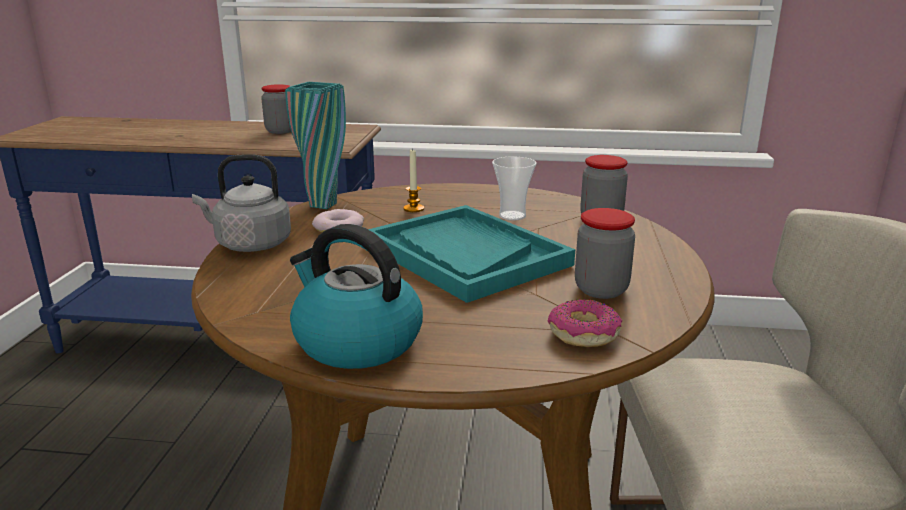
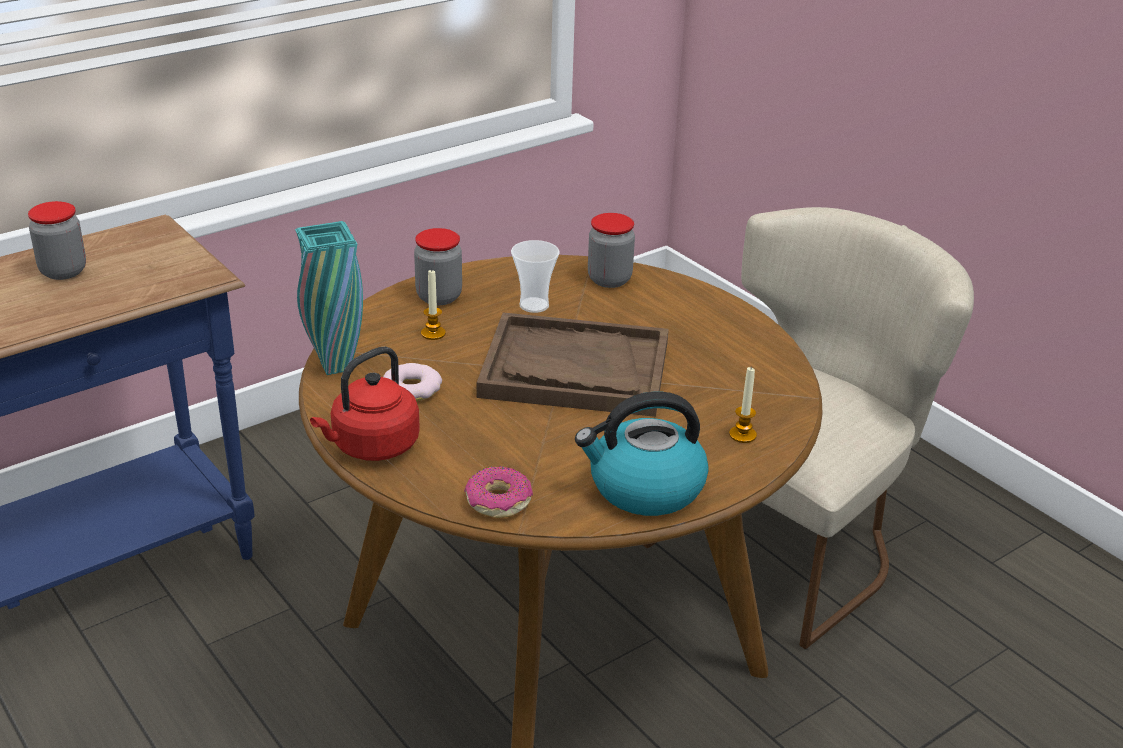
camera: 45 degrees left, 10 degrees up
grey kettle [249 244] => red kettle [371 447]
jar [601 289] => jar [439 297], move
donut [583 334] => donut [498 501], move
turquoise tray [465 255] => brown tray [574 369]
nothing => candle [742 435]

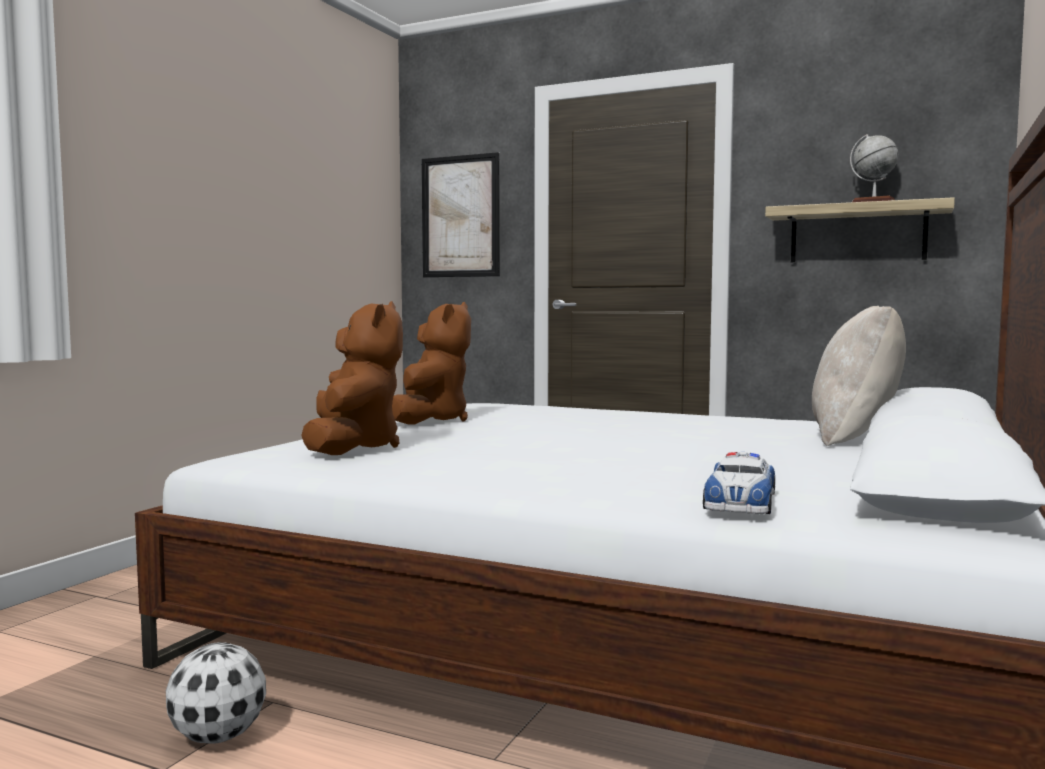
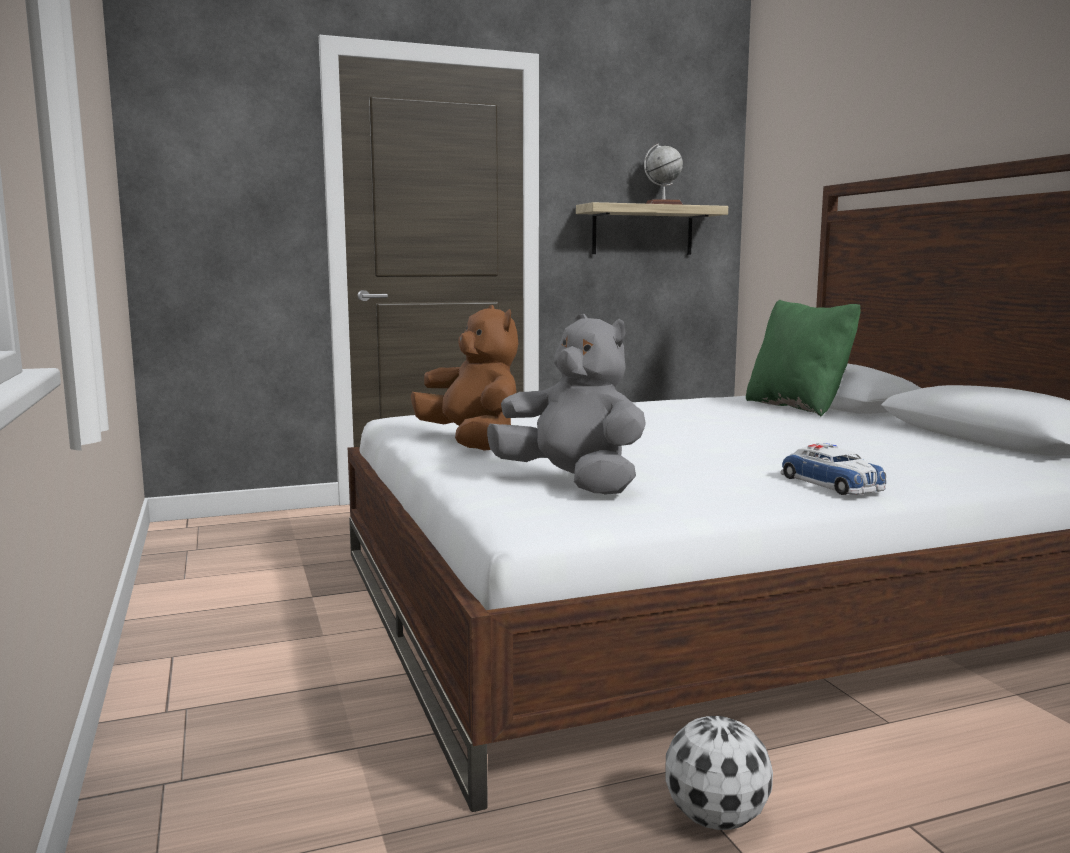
camera: 45 degrees left, 5 degrees up
brown plush toy [352 448] => grey plush toy [572 484]
beige pillow [855 437] => green pillow [798 407]
toy car [740 501] => toy car [832 483], move
picture [460 216] => nothing

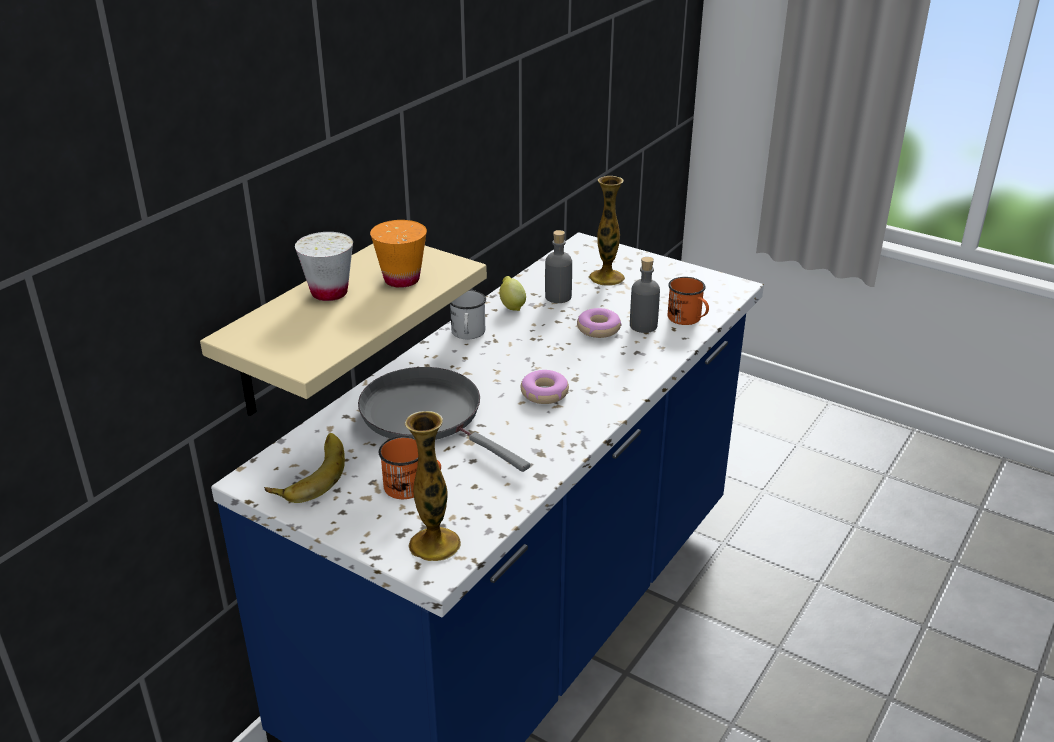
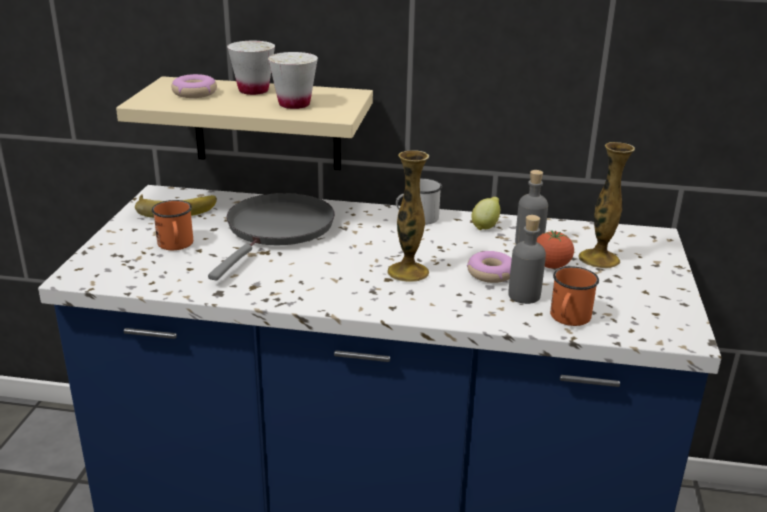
camera: 65 degrees right, 5 degrees down
donut [544 393] => donut [194 93], move
orange cup [402 280] => white cup [294 104]
vase [435 544] => vase [408 272], move
nothing => tomato [551 266]

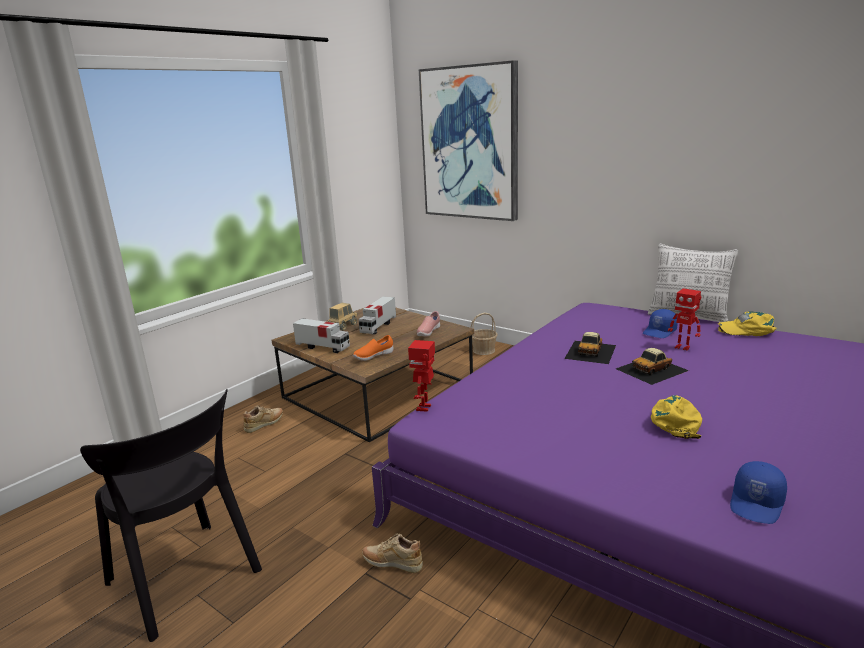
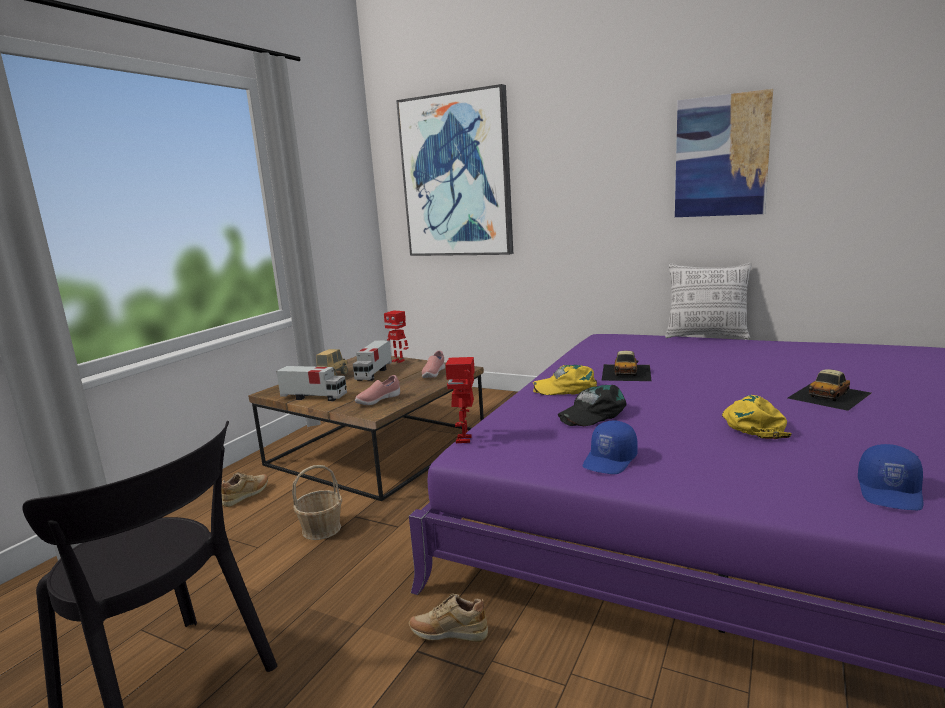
camera: 10 degrees left, 5 degrees down
basket [484 350] => basket [322 529], move
orange shoe [373 356] => pink shoe [378 401]
toy robot [682 347] => toy robot [398 361], move
yellow cap [747 330] => yellow cap [566 388], move
nothing => black cap [592 413]
blue cap [660 332] => blue cap [610 461], move
nothing => picture [721 156]
toy car [652 369] => toy car [830 395], move

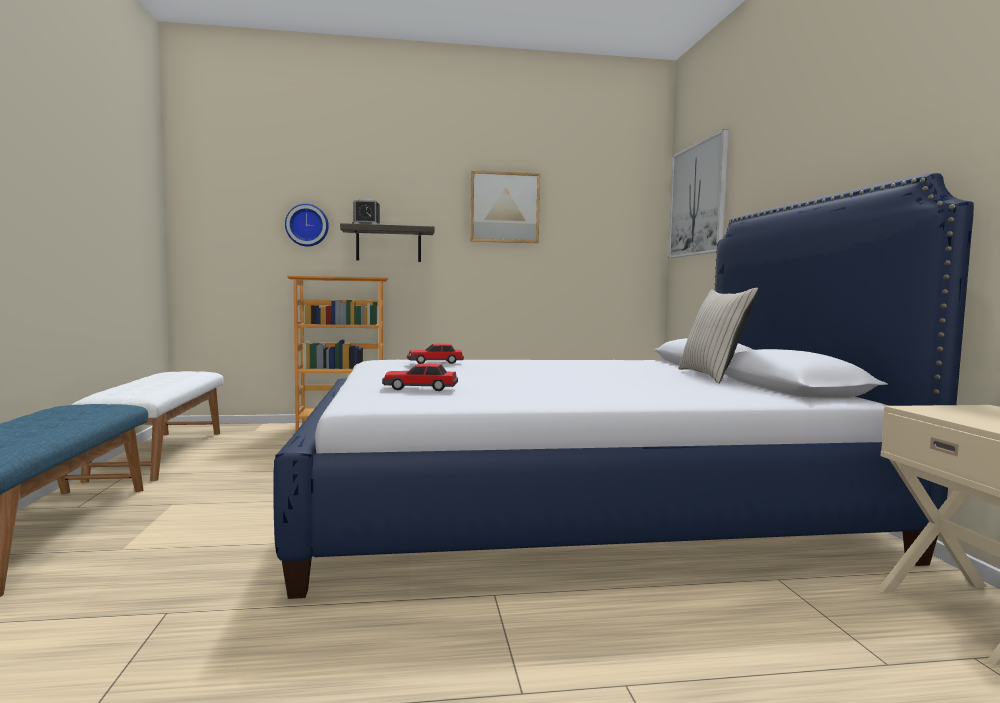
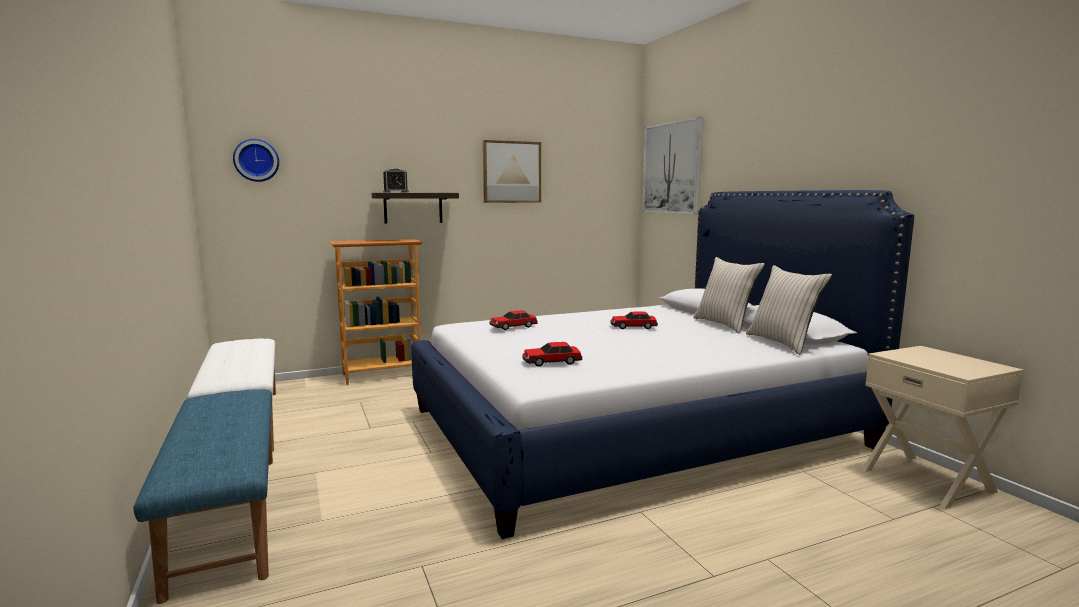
camera: 15 degrees left, 5 degrees up
wall clock [307 225] => wall clock [256 160], move
nothing => toy car [633 327]
nothing => beige pillow [782 343]

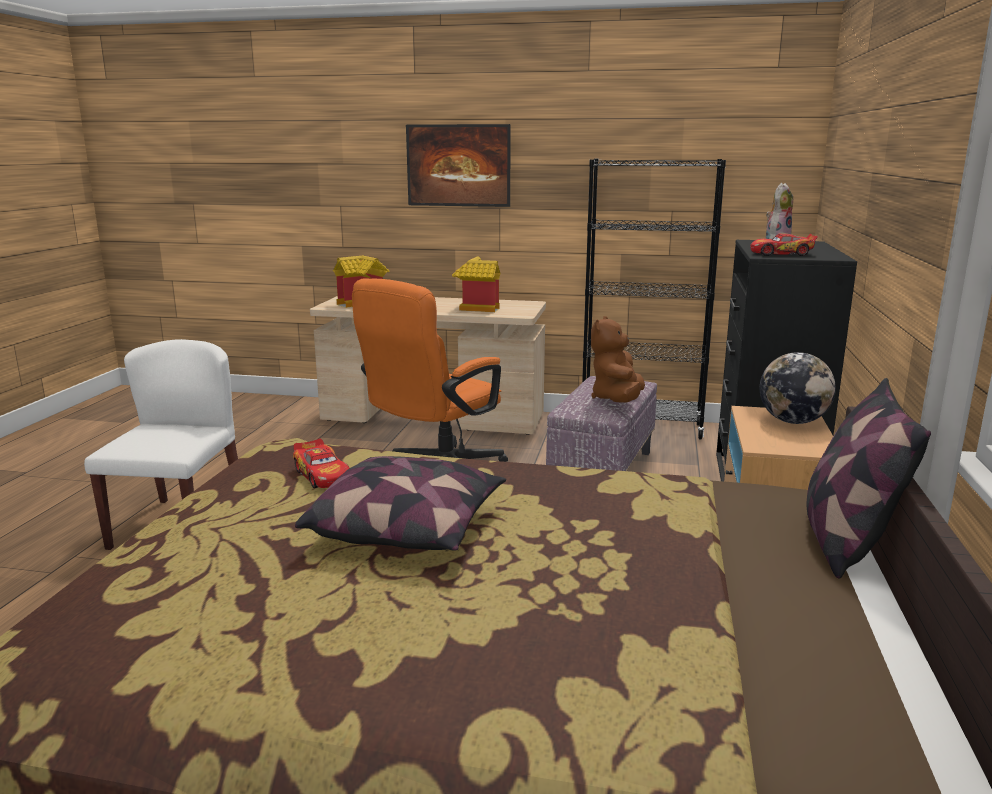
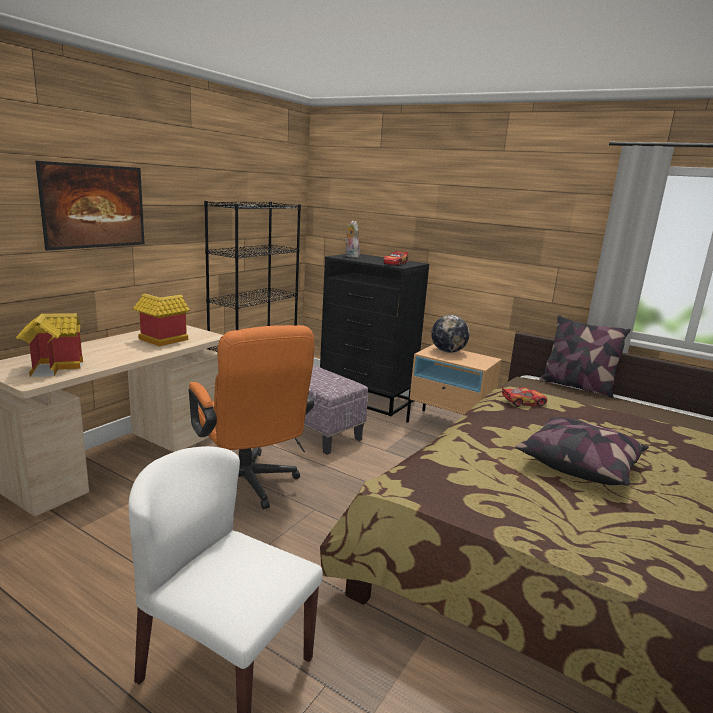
camera: 70 degrees left, 0 degrees up
toy car [322 475] => toy car [523 402], move
brown plush toy [617 400] => nothing

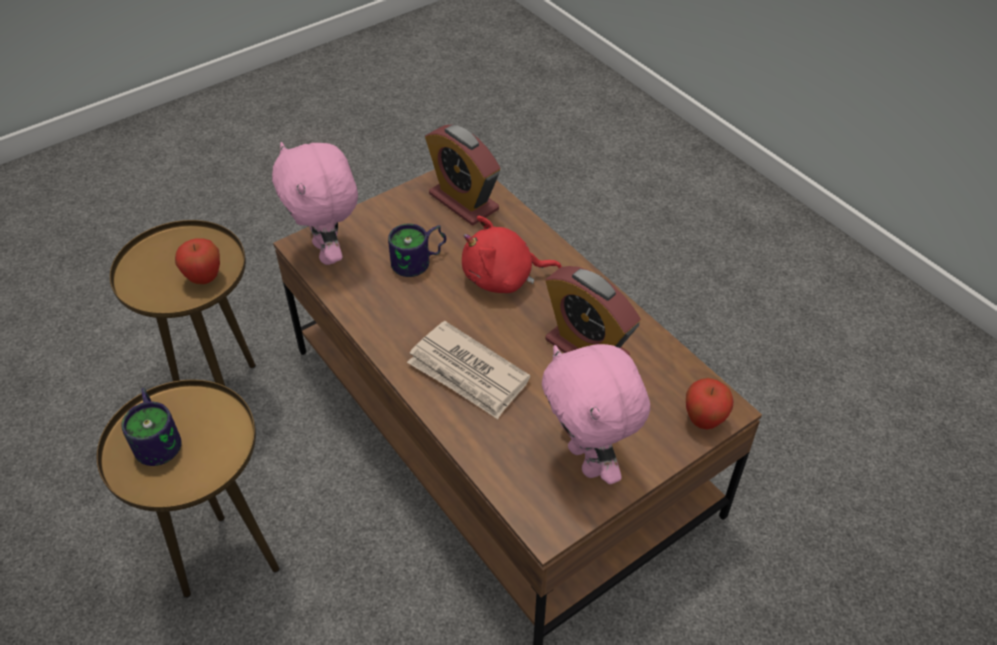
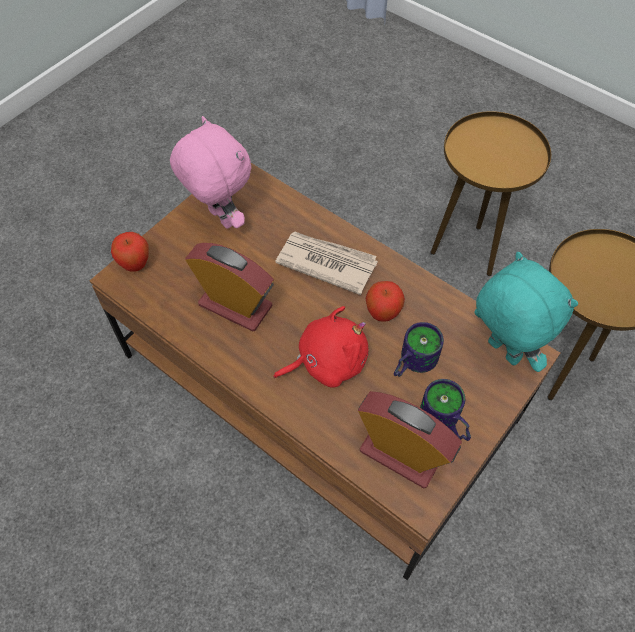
camera: 165 degrees right, 10 degrees up
apple [204 278] => apple [382 314], move
mug [160 437] => mug [443 422], move
pink plush toy [328 253] => turquoise plush toy [501 352]

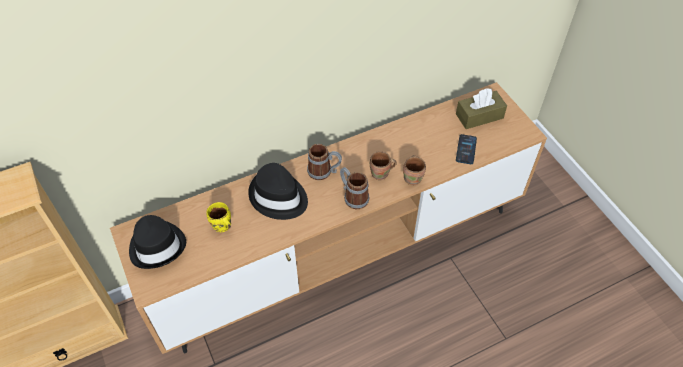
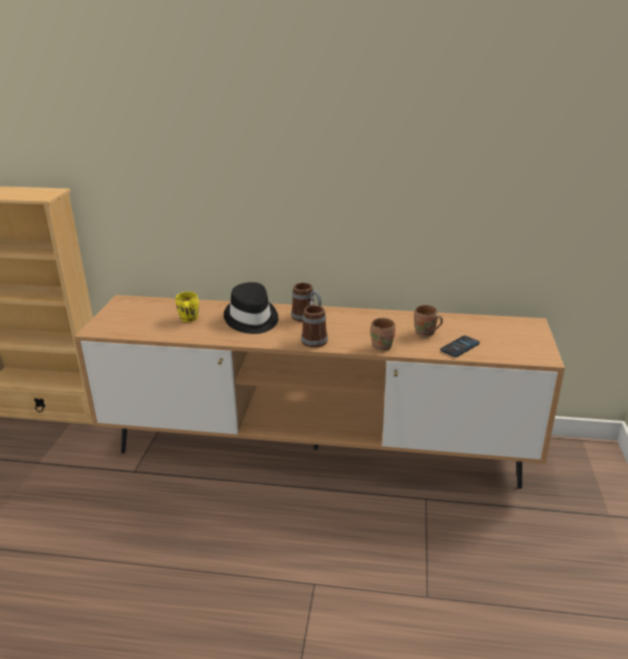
camera: 35 degrees right, 25 degrees down
brown mug [381 175] => brown mug [425 334], move
black hat [157 245] => nothing
brown tissue box [479 116] => nothing

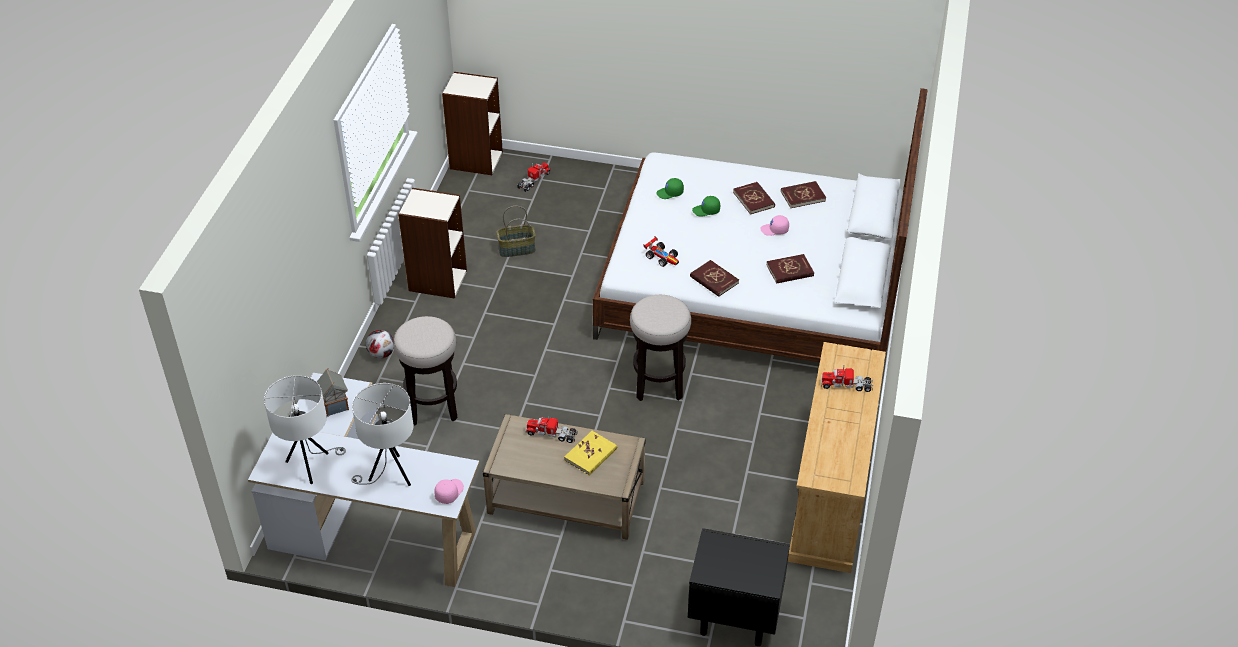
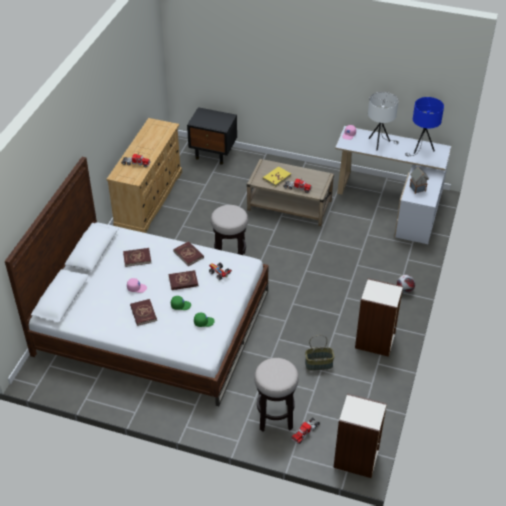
camera: 175 degrees left, 0 degrees up
red book [803 196] => red book [183 281], move
stool [433 406] => stool [275 417], move
white table lamp [311 465] => blue table lamp [421 149]

